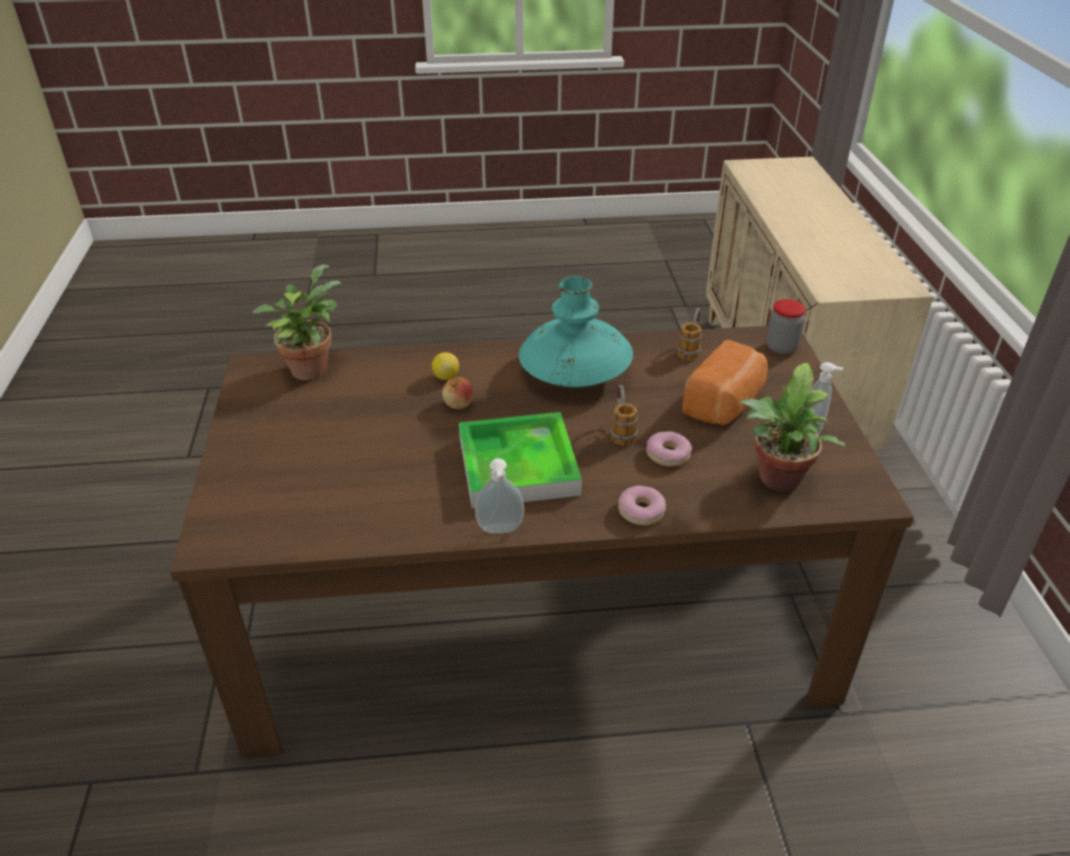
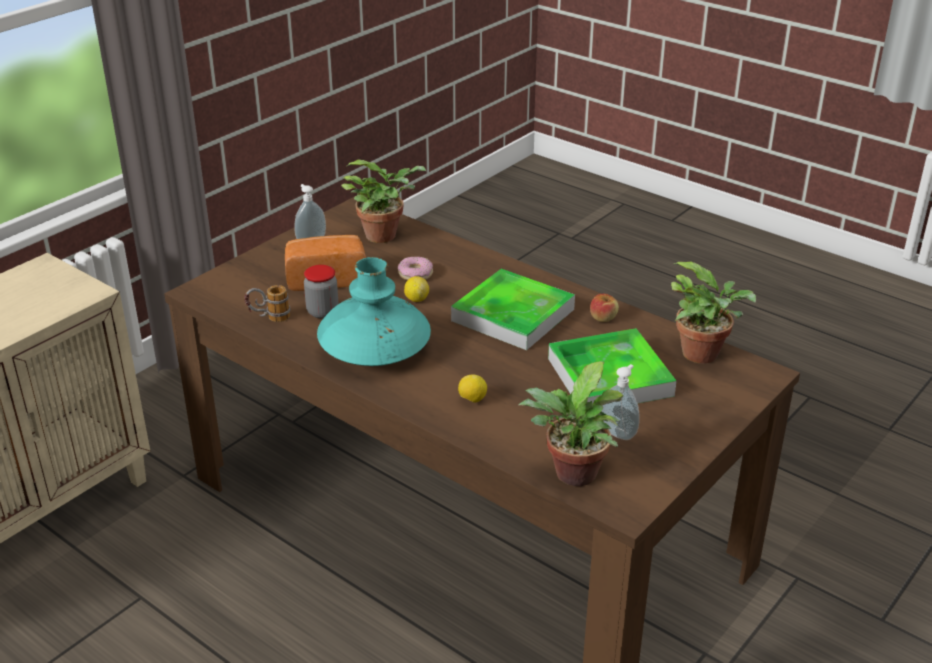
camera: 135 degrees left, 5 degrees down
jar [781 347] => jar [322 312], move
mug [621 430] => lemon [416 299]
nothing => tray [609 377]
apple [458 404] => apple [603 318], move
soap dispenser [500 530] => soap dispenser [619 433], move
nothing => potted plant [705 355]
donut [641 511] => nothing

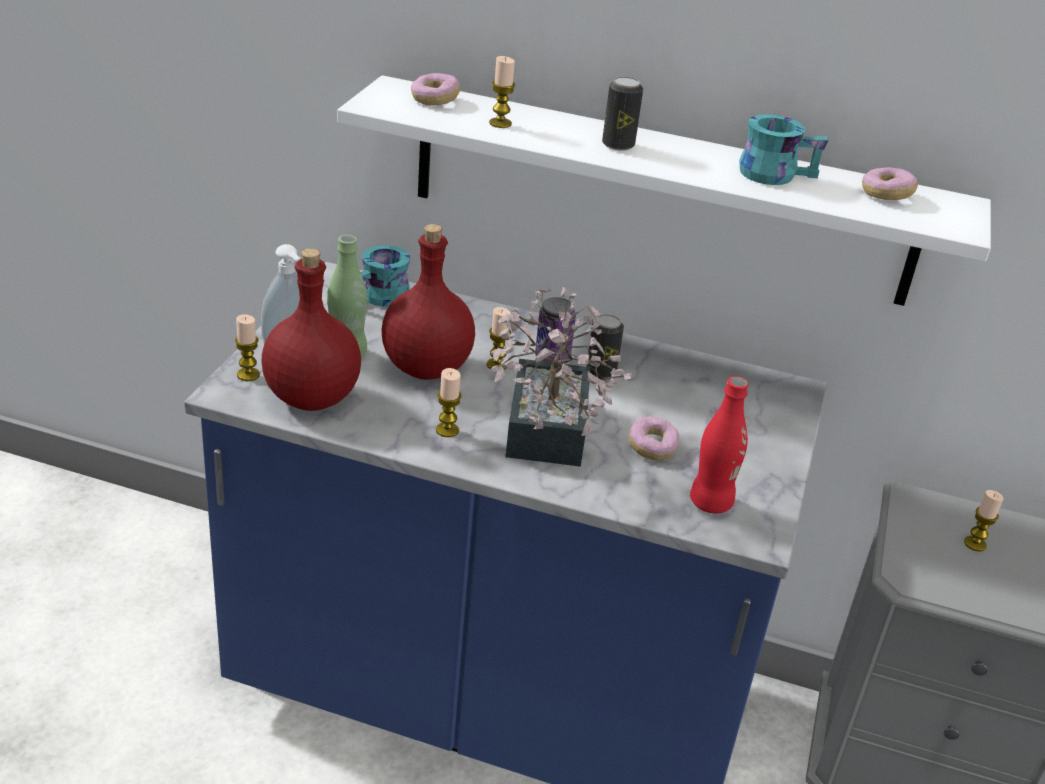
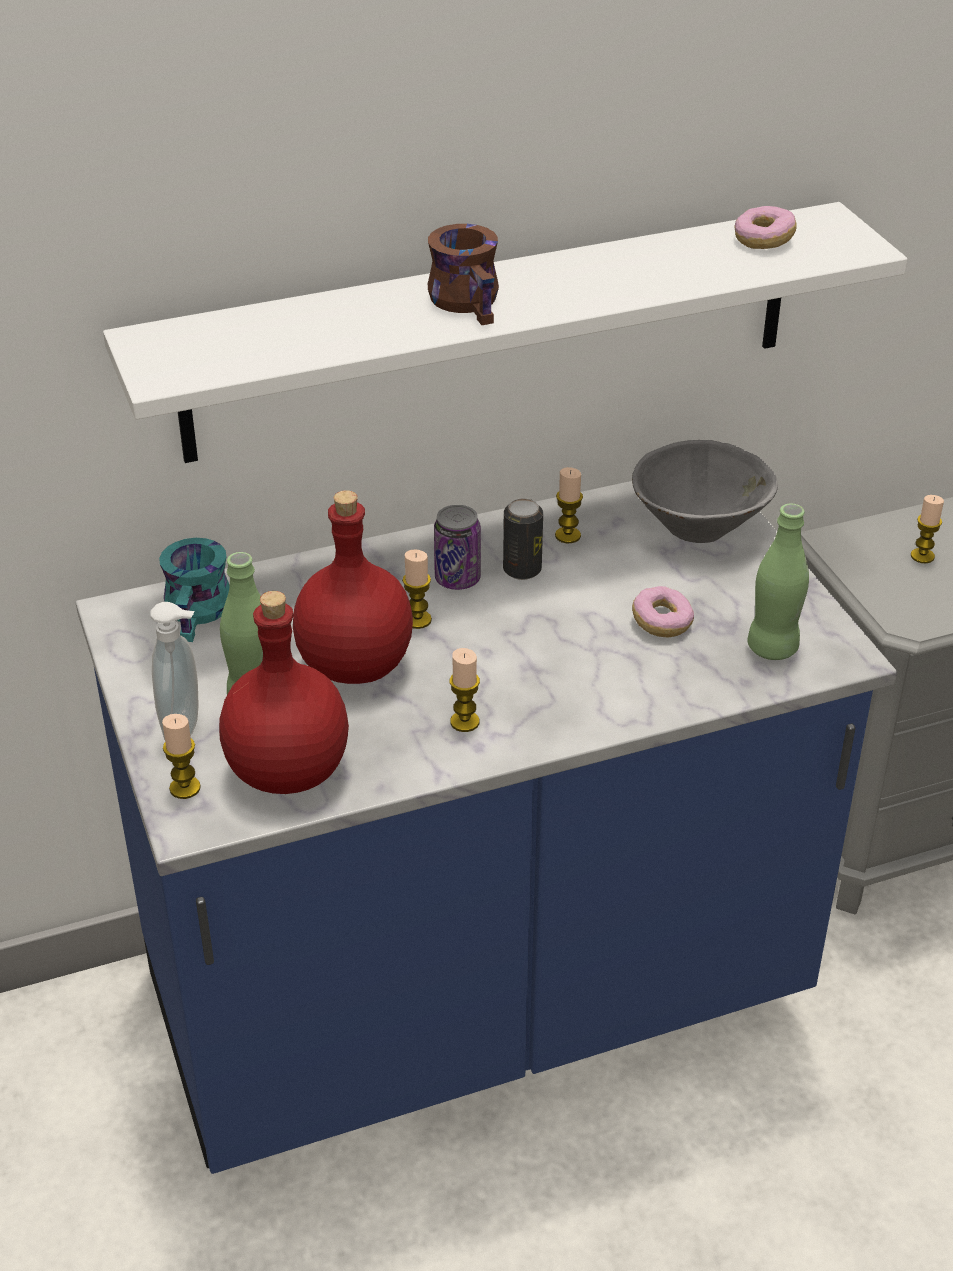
camera: 35 degrees left, 5 degrees up
can [618 145] => brown mug [472 301]
candle [500 123] => candle [567 535], move
nothing => grey bowl [698 528]
red bottle [710 503] => green bottle [772 648]
donut [435 100] => nothing
potted plant [544 437] => nothing
turquoise mug [774 172] => nothing

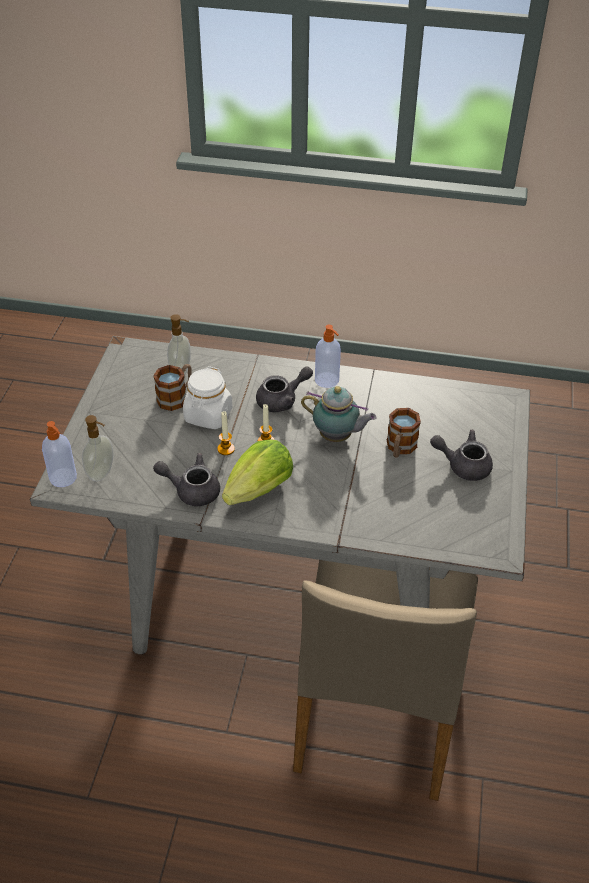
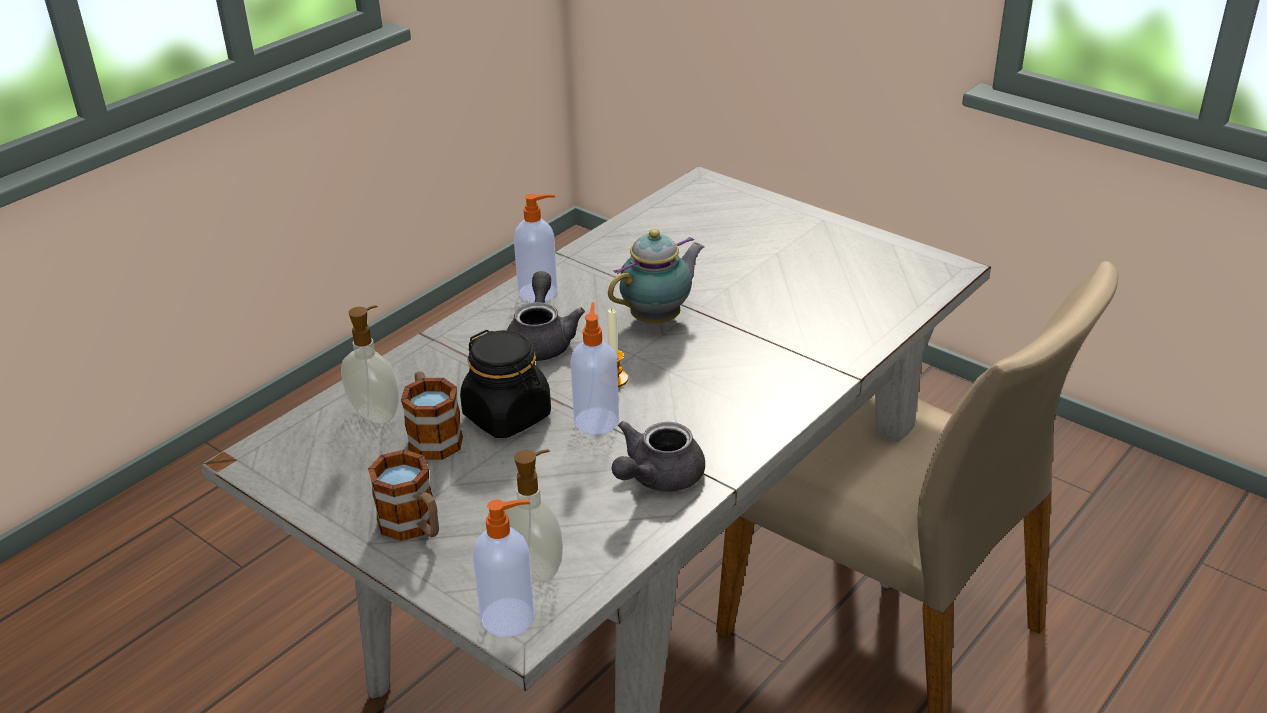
camera: 60 degrees left, 10 degrees down
mug [400 448] => mug [414 527], move
white jar [208 415] => black jar [508 416]
candle [226 449] => soap dispenser [596 420]
lettuce [259 490] => nothing
grey teapot [463 465] => nothing

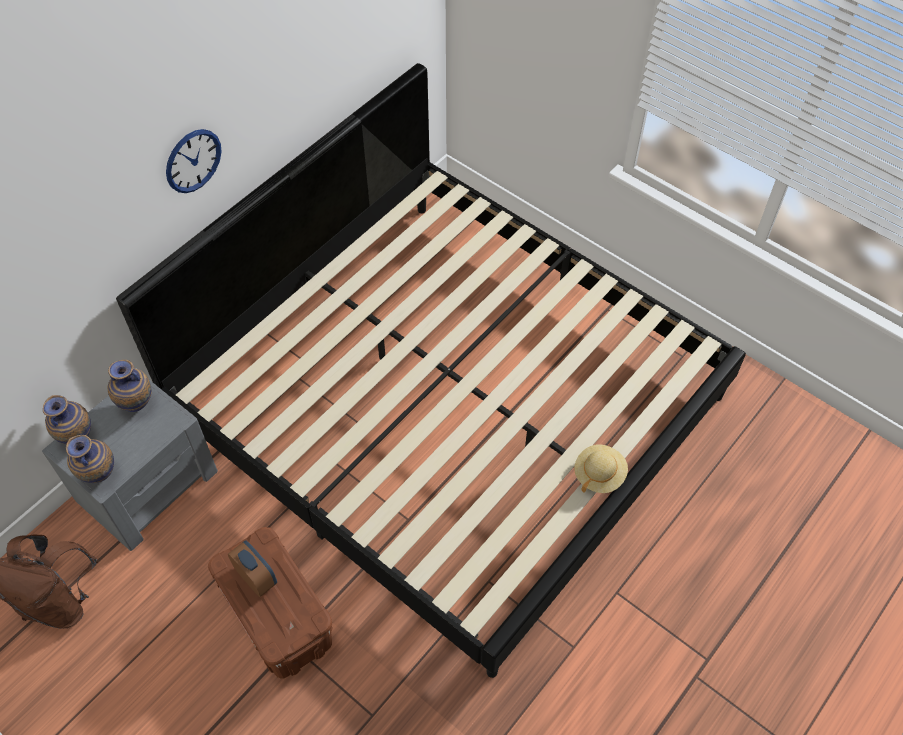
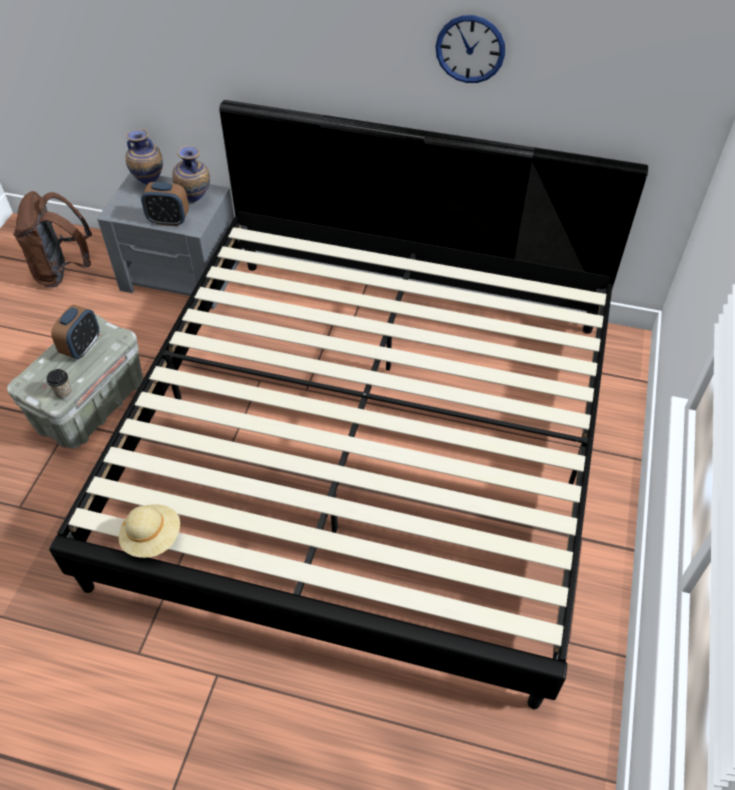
camera: 65 degrees right, 5 degrees down
brown storage box [278 619] => grey storage box [91 404]
nothing => cup [63 392]
beige hat [599 474] => beige hat [152 538], move
nothing => alarm clock [169 220]
wall clock [193 161] => wall clock [470 49], move
vase [100 476] => nothing

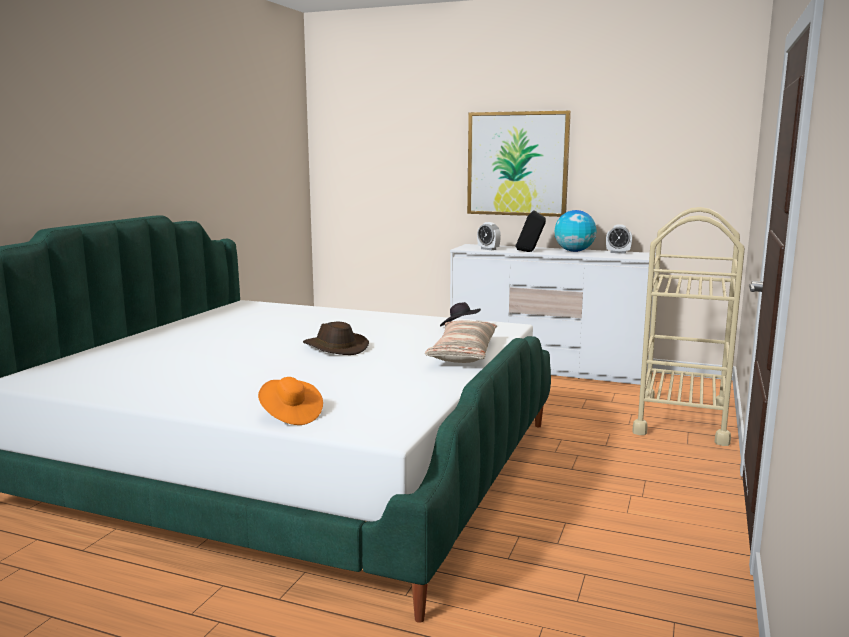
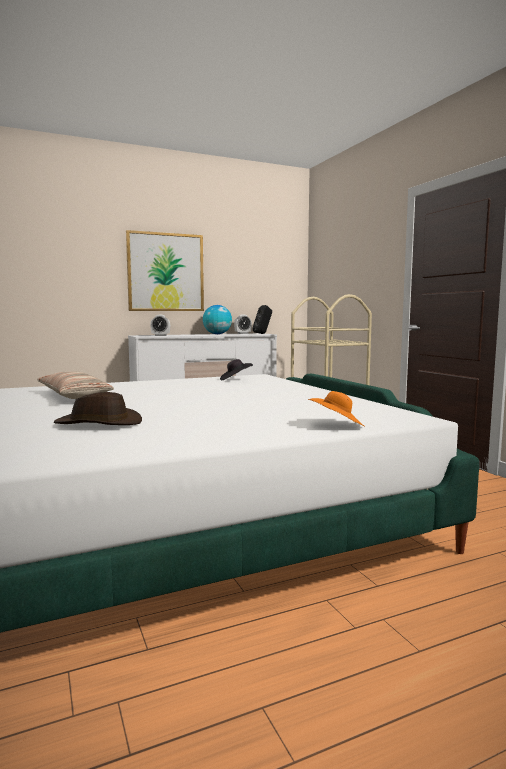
camera: 45 degrees left, 5 degrees down
pillow [463 353] => pillow [73 396], move
brown hat [334 348] => brown hat [99 423], move
black speaker [530 251] => black speaker [263 333], move

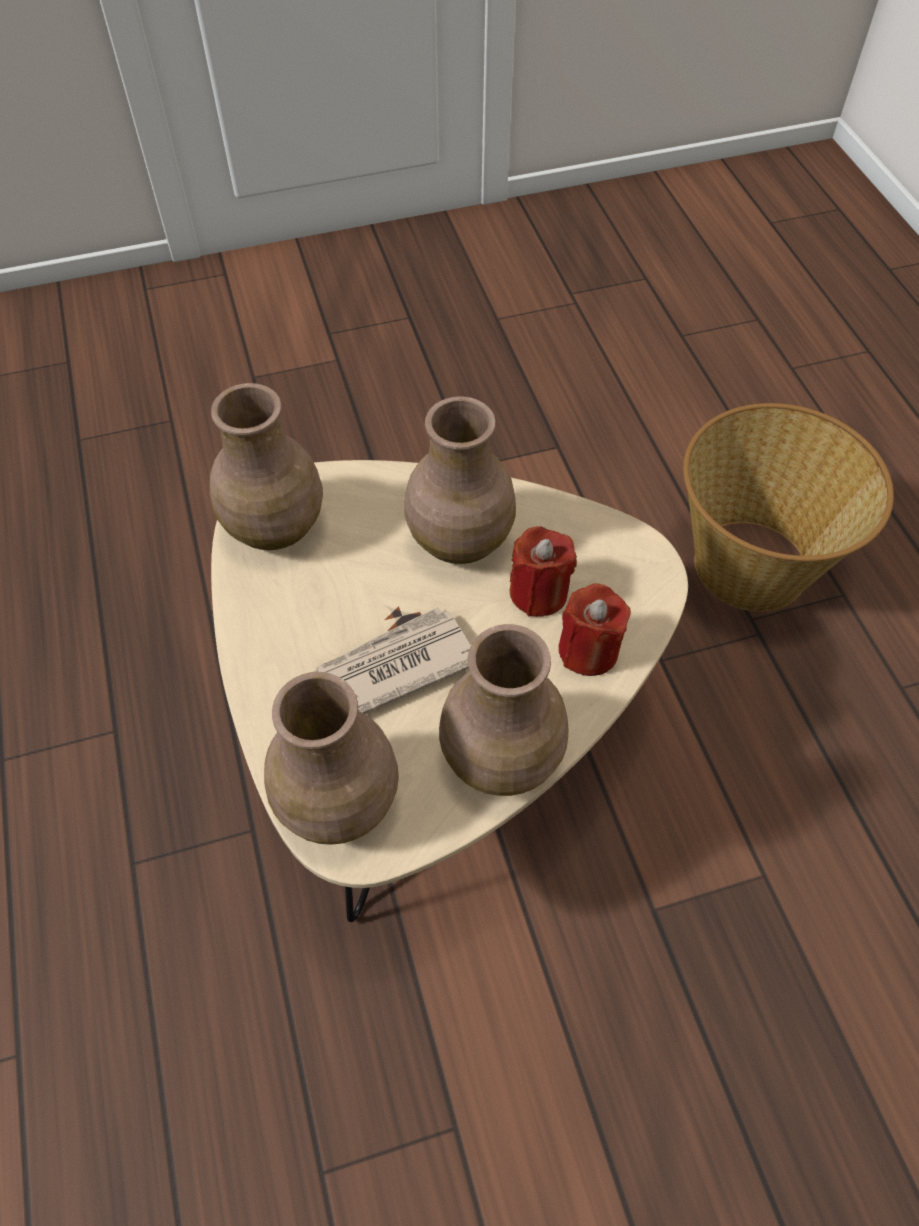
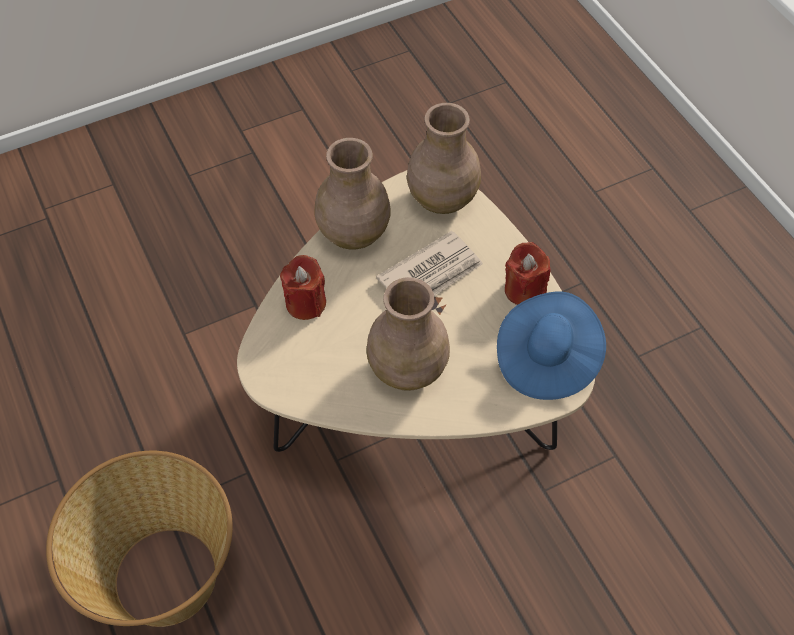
camera: 170 degrees right, 0 degrees up
brown vase [276 527] => blue hat [546 359]
red candle [538 593] => red candle [524 290], move

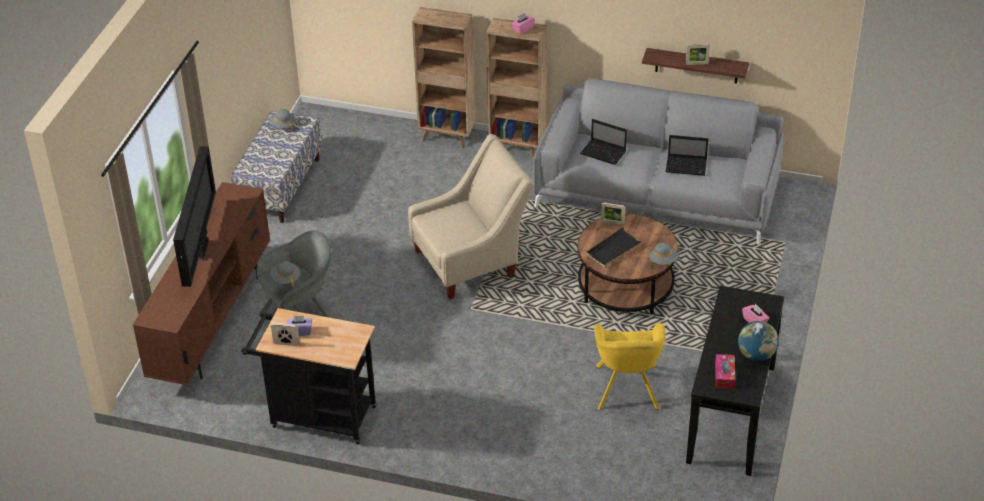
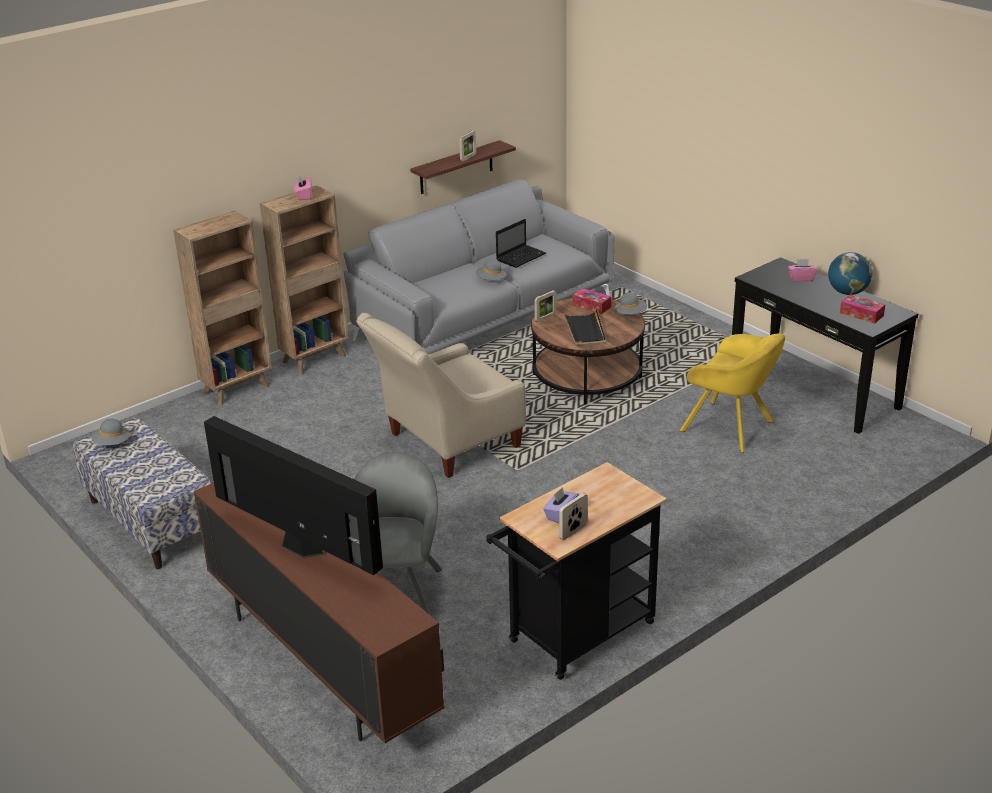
camera: 55 degrees left, 10 degrees down
beige armchair [472 261] => beige armchair [446 443], 135 degrees counterclockwise
grey hat [285 278] => grey hat [491 280], move
nothing => tissue box [591 306]
laptop [604 153] => nothing

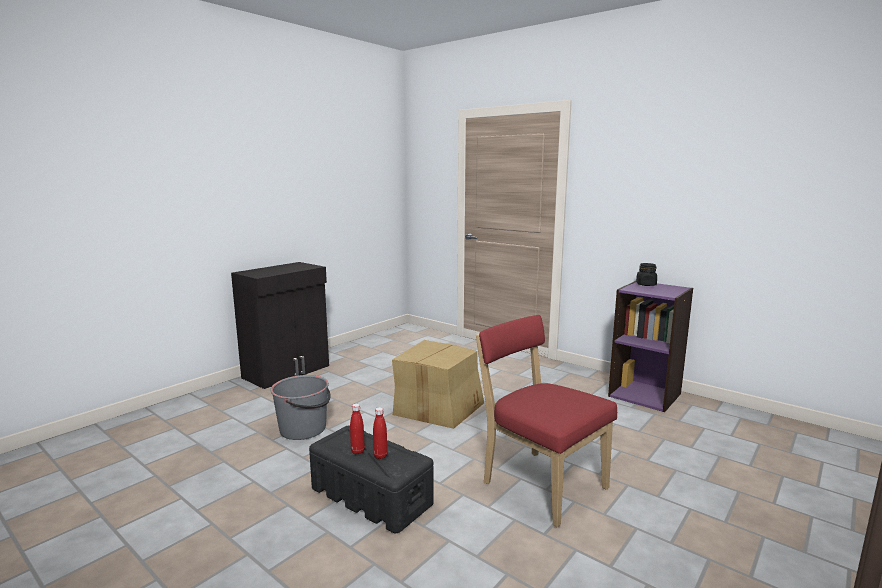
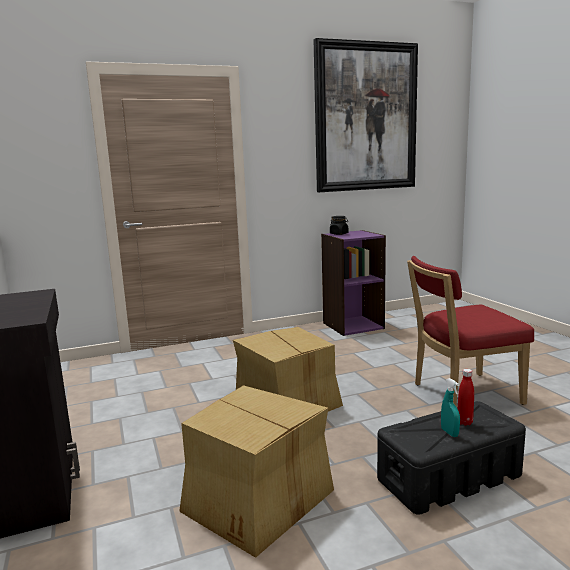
camera: 60 degrees left, 0 degrees up
grey bucket [304 429] => cardboard box [256 500]
nothing => picture [366 118]
red bottle [357 451] => turquoise spray bottle [449 433]

